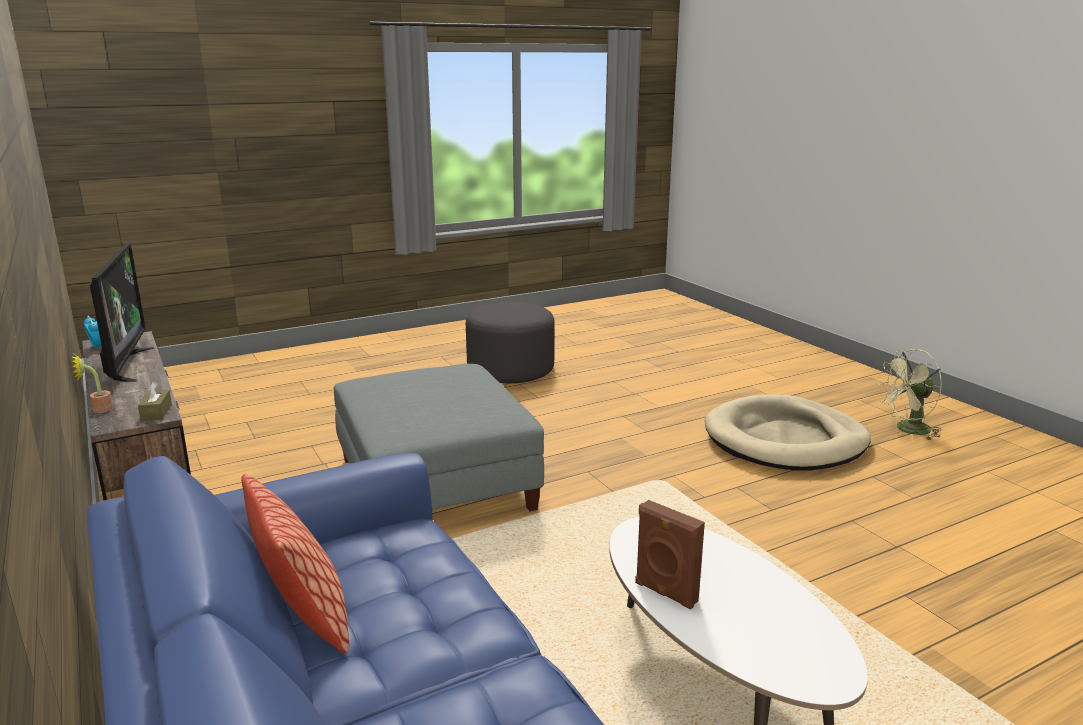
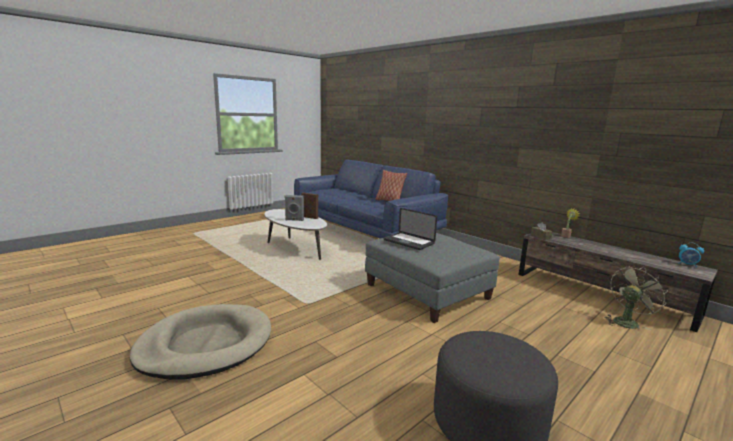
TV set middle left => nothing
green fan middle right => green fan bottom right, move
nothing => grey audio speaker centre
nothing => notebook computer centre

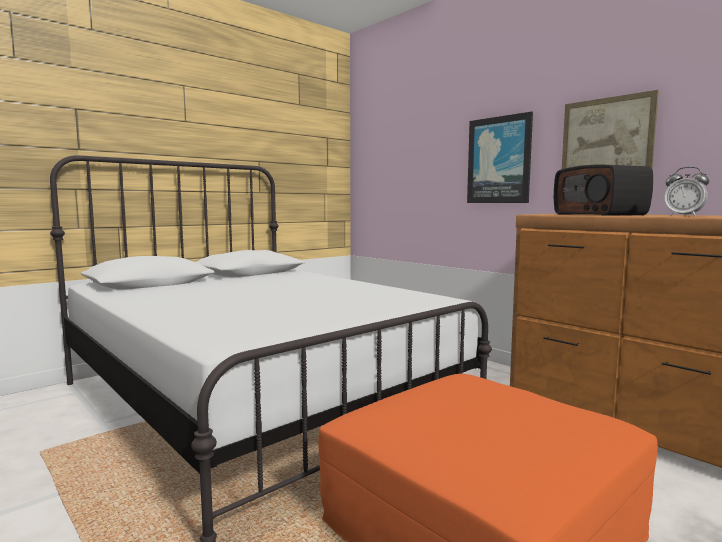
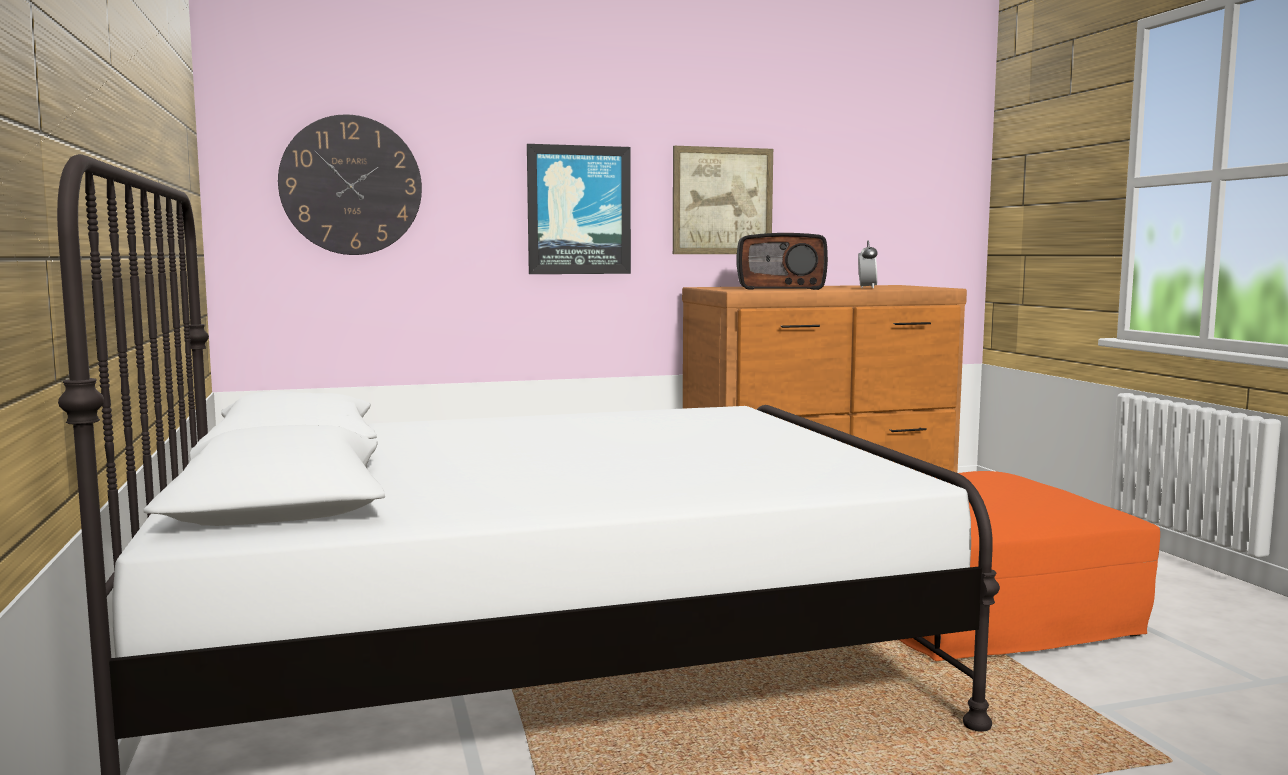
alarm clock middle right, 60 degrees counterclockwise
nothing => clock on the wall top left

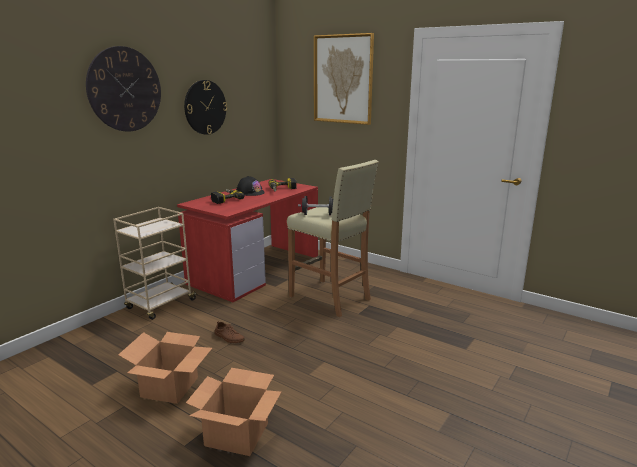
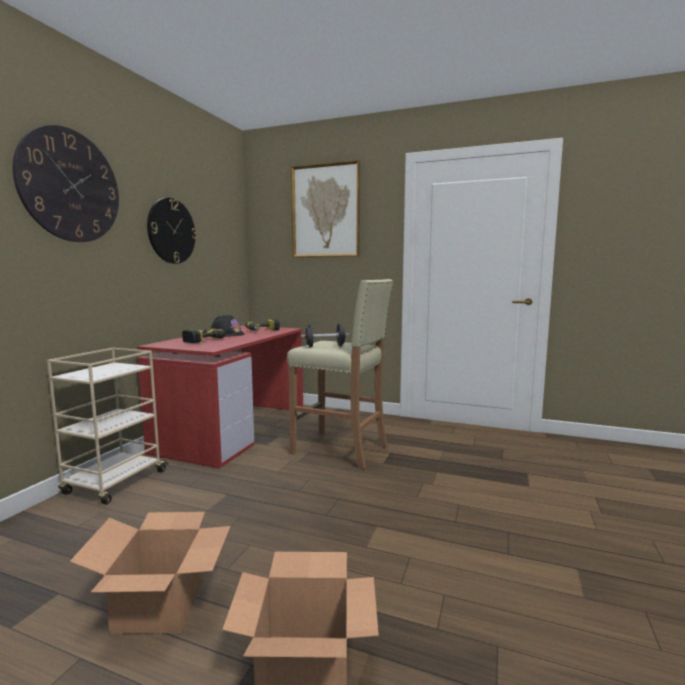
brown-coloured low shoe bottom centre => nothing

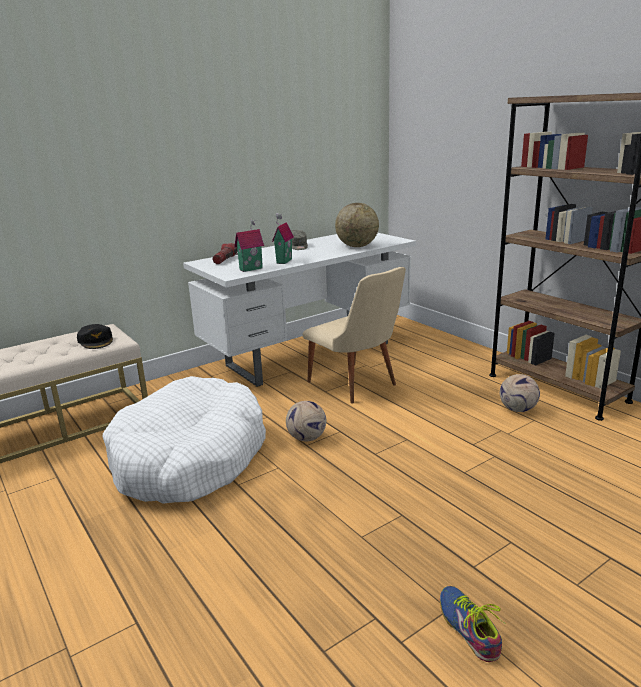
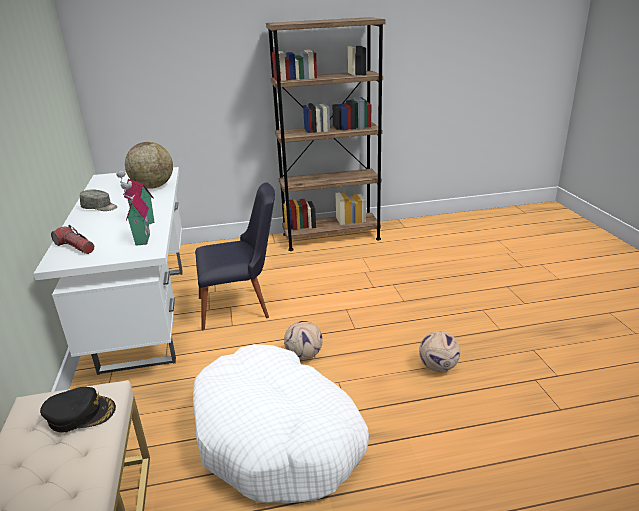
sand-coloured plain chair centre => black-coloured plain chair centre
low shoe bottom right => nothing
ball for football (2nd from left) middle right => ball for football (2nd from left) bottom right, move

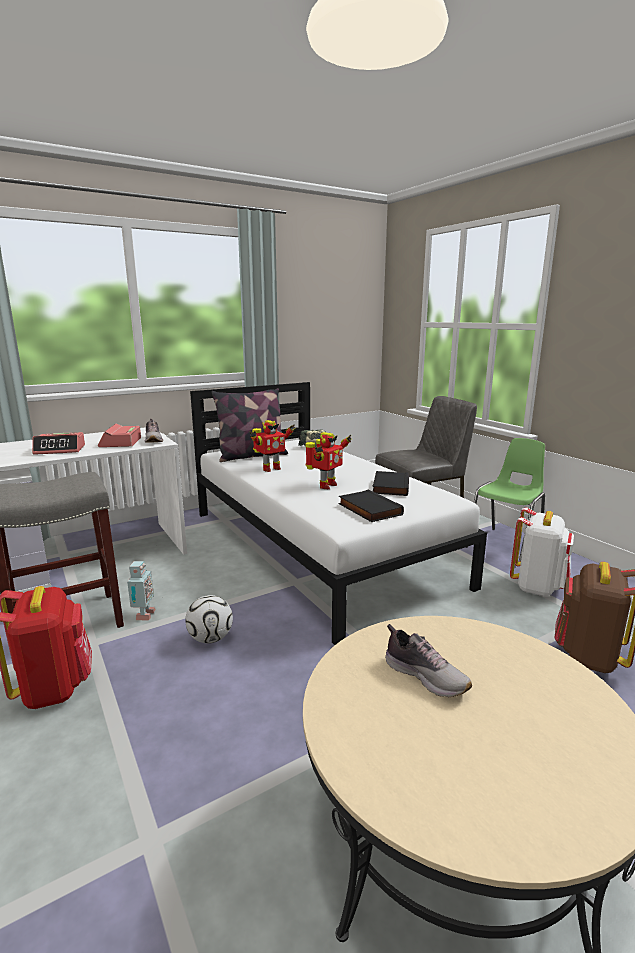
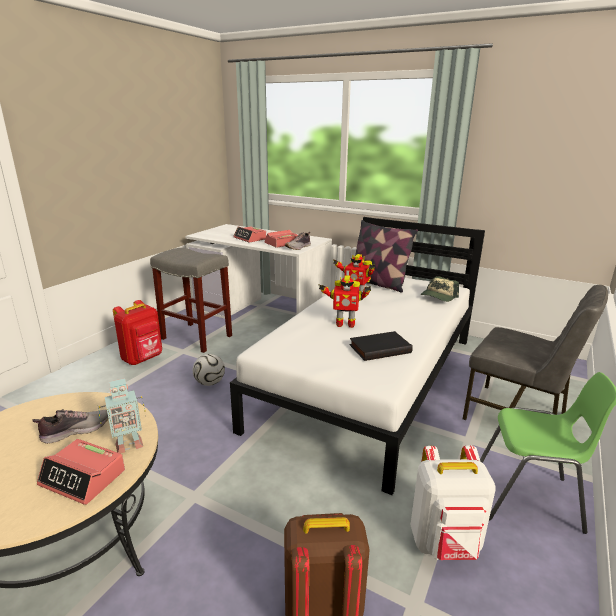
robot figure (1st from left) middle left => robot figure (1st from left) bottom left, move
black-coloured book (1st from left) centre => nothing
low shoe (2nd from left in the first image) bottom right => low shoe (1st from left) bottom left, 135 degrees counterclockwise
nothing => alarm clock (1st from left) bottom left

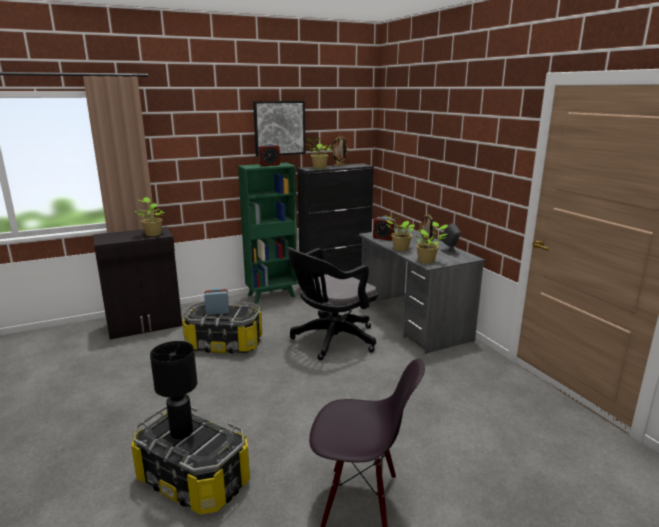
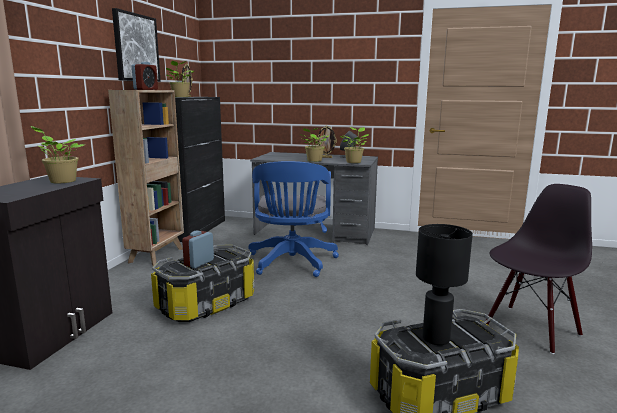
green bookshelf centre => brown-coloured bookshelf middle left
black-coloured office chair centre => blue-coloured office chair centre
alarm clock (3rd from left) centre => nothing

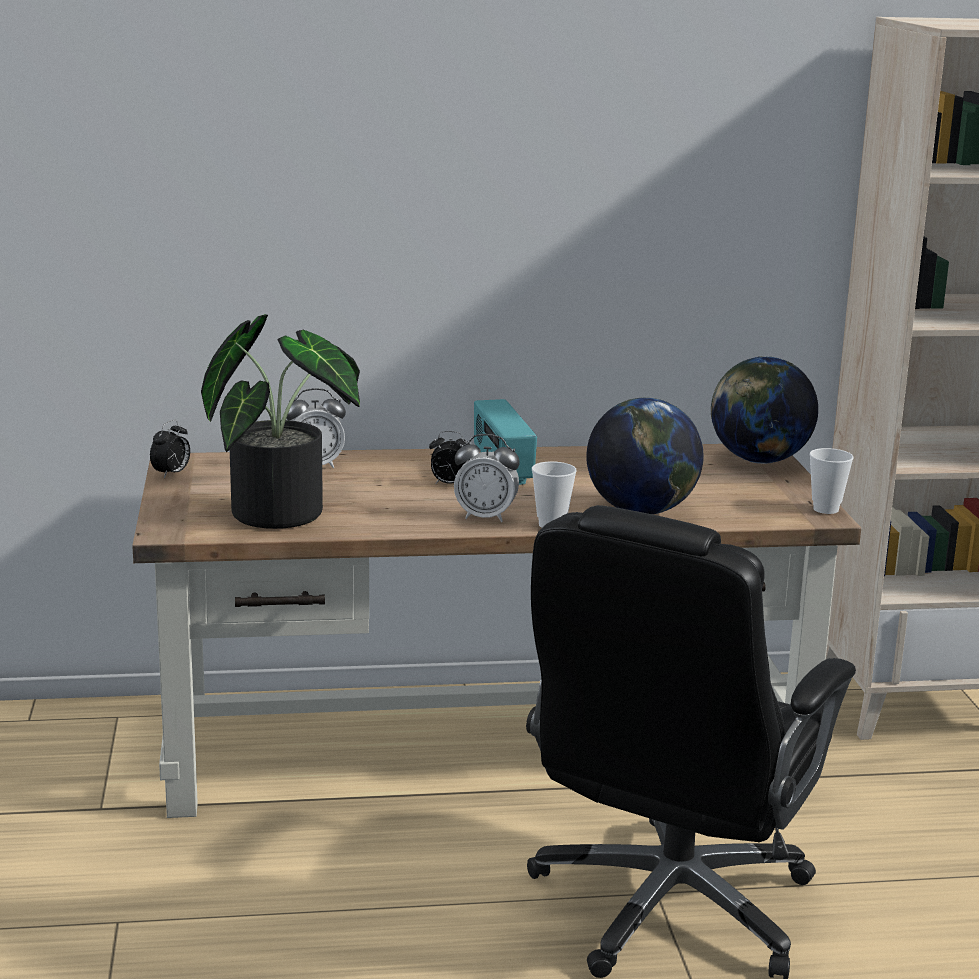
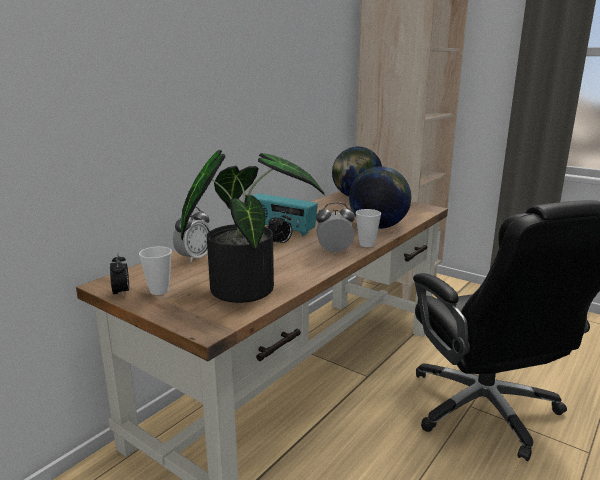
alarm clock (4th from left) centre, 150 degrees counterclockwise
small cup (2nd from left in the first image) middle right => small cup (1st from left) middle left, move

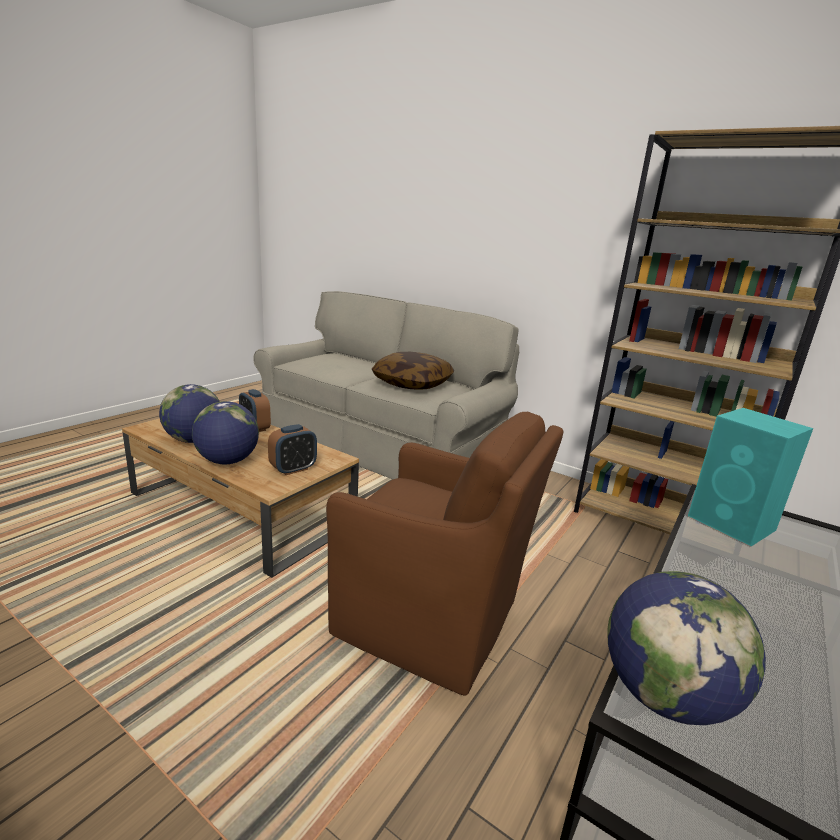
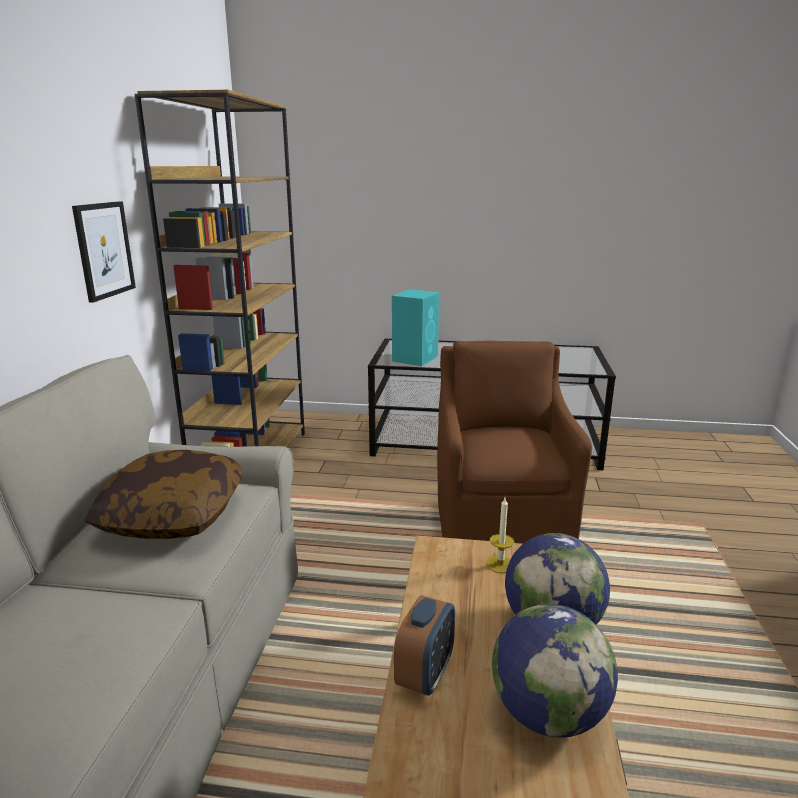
alarm clock (2nd from left) centre => wax light bottom centre
world globe (3rd from left) bottom right => nothing
nothing => wall picture top left

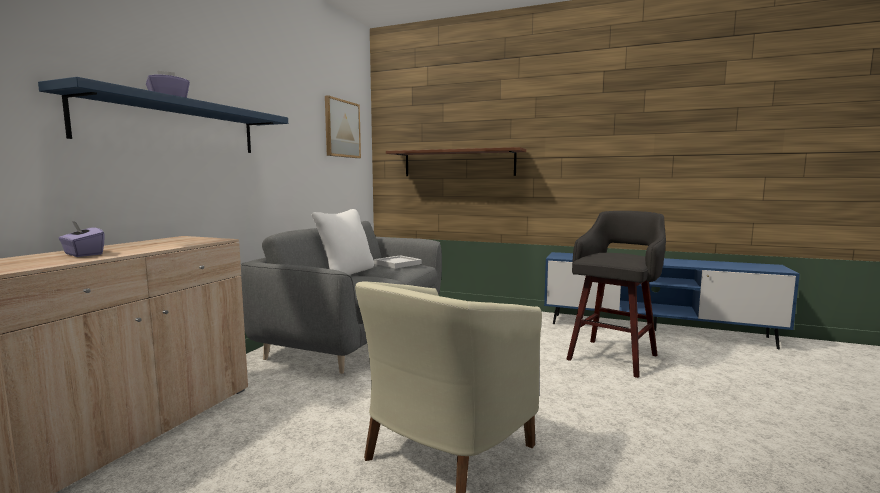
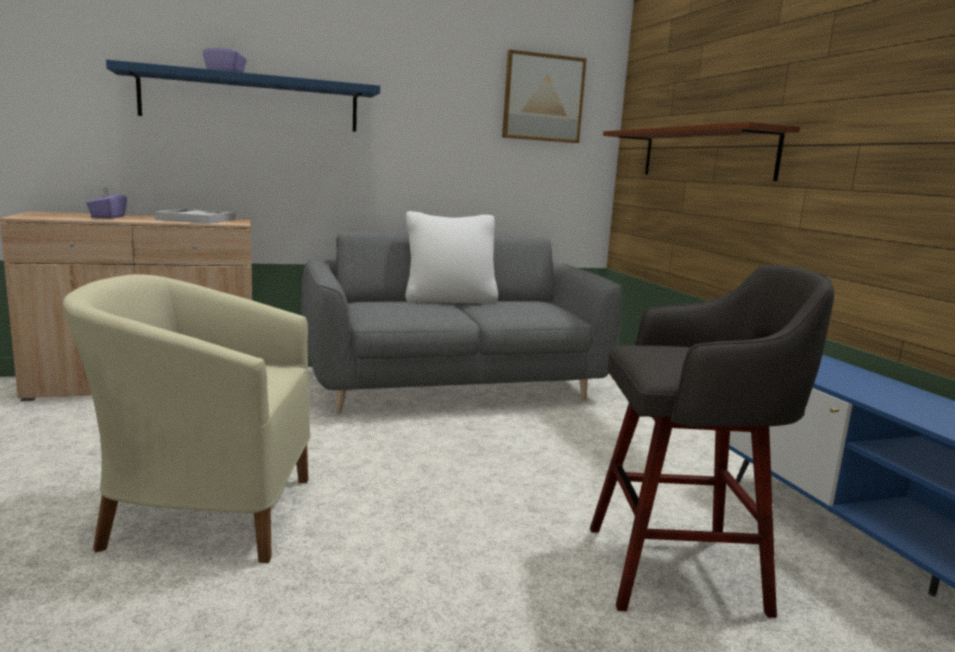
white-coloured tray centre => white-coloured tray top left, move

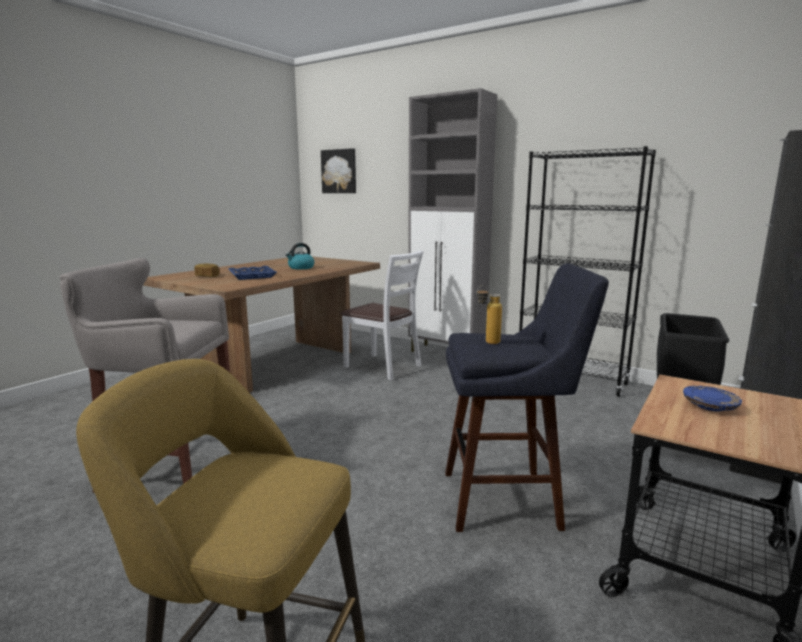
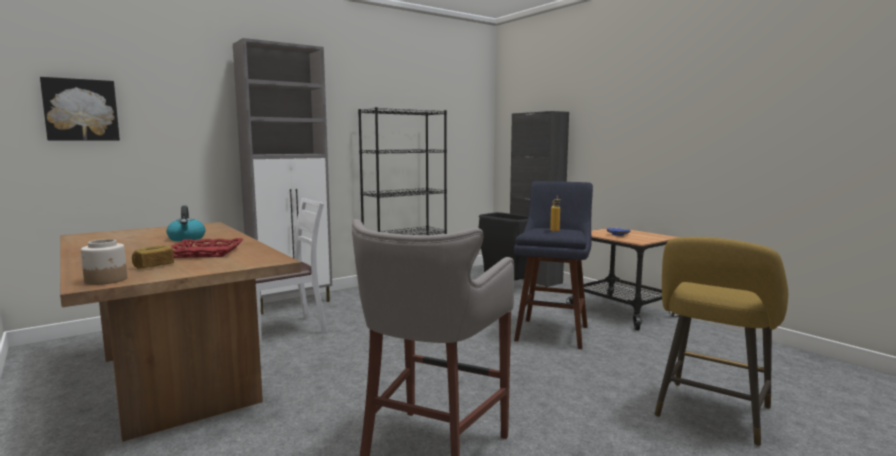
blue-coloured tray middle left => reddish tray middle left
nothing => preserve jar middle left

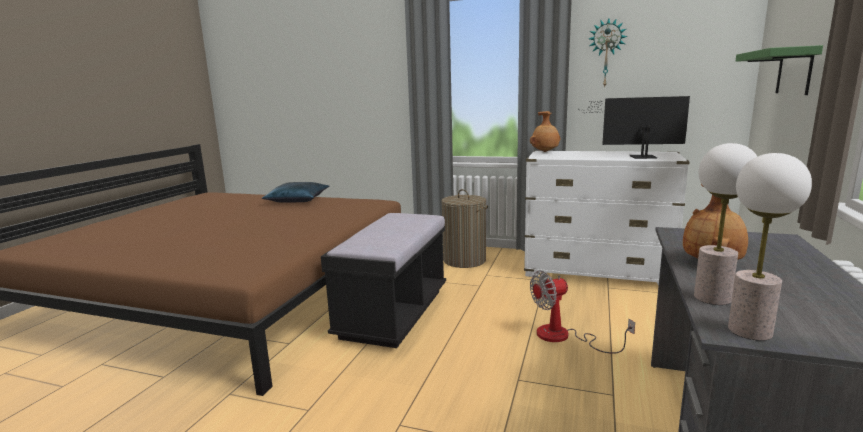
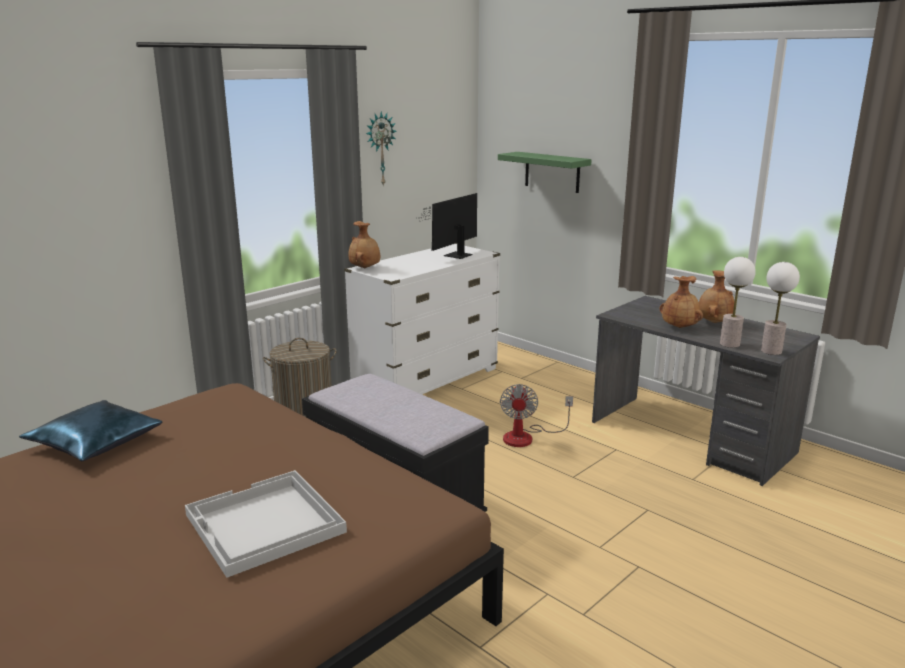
nothing => white-coloured tray bottom left
nothing => brown-coloured decorative vase (3rd from left) middle right

